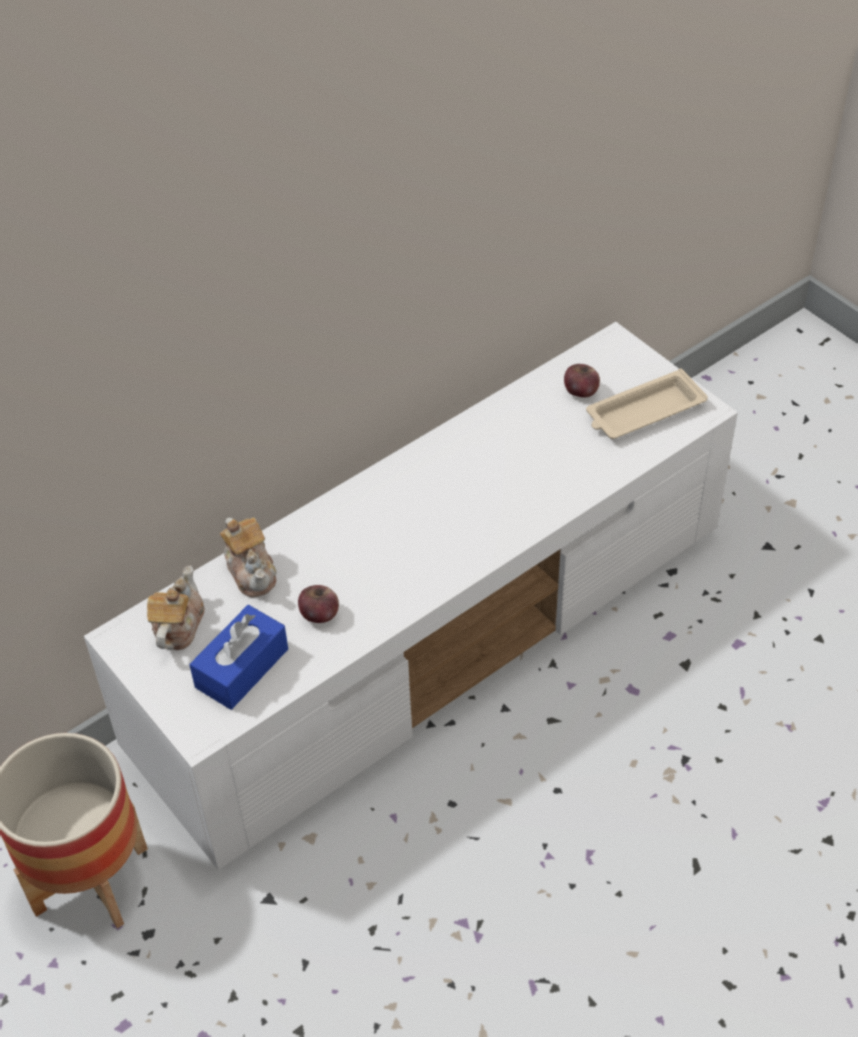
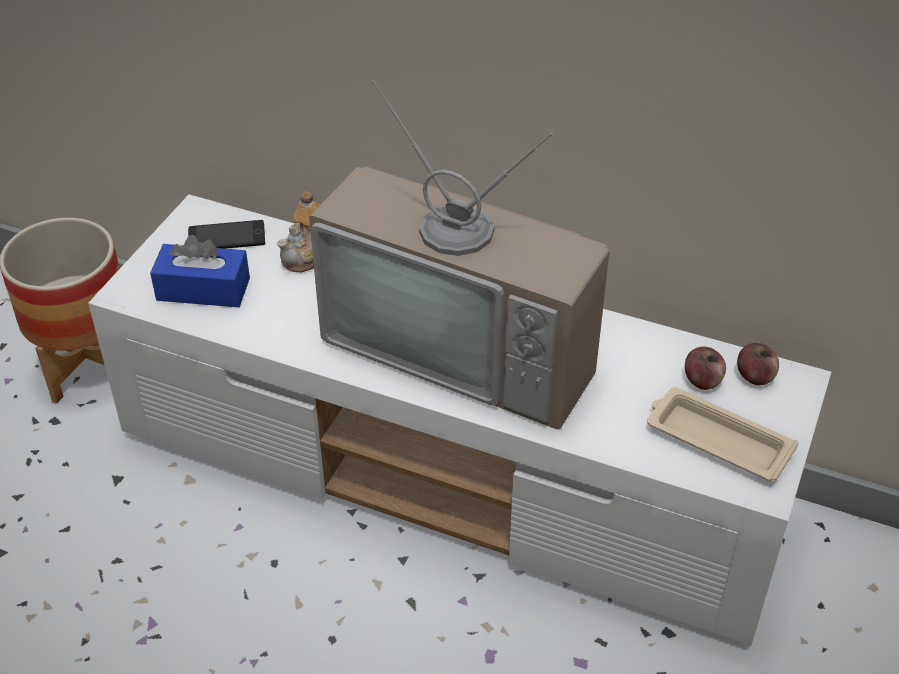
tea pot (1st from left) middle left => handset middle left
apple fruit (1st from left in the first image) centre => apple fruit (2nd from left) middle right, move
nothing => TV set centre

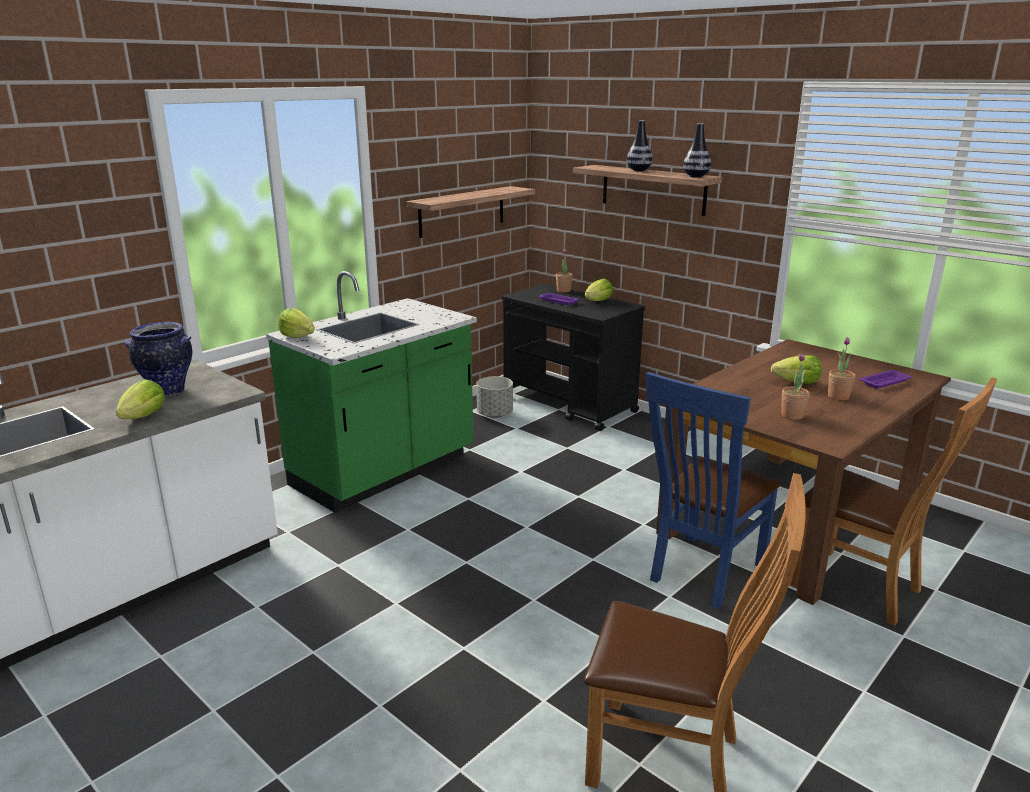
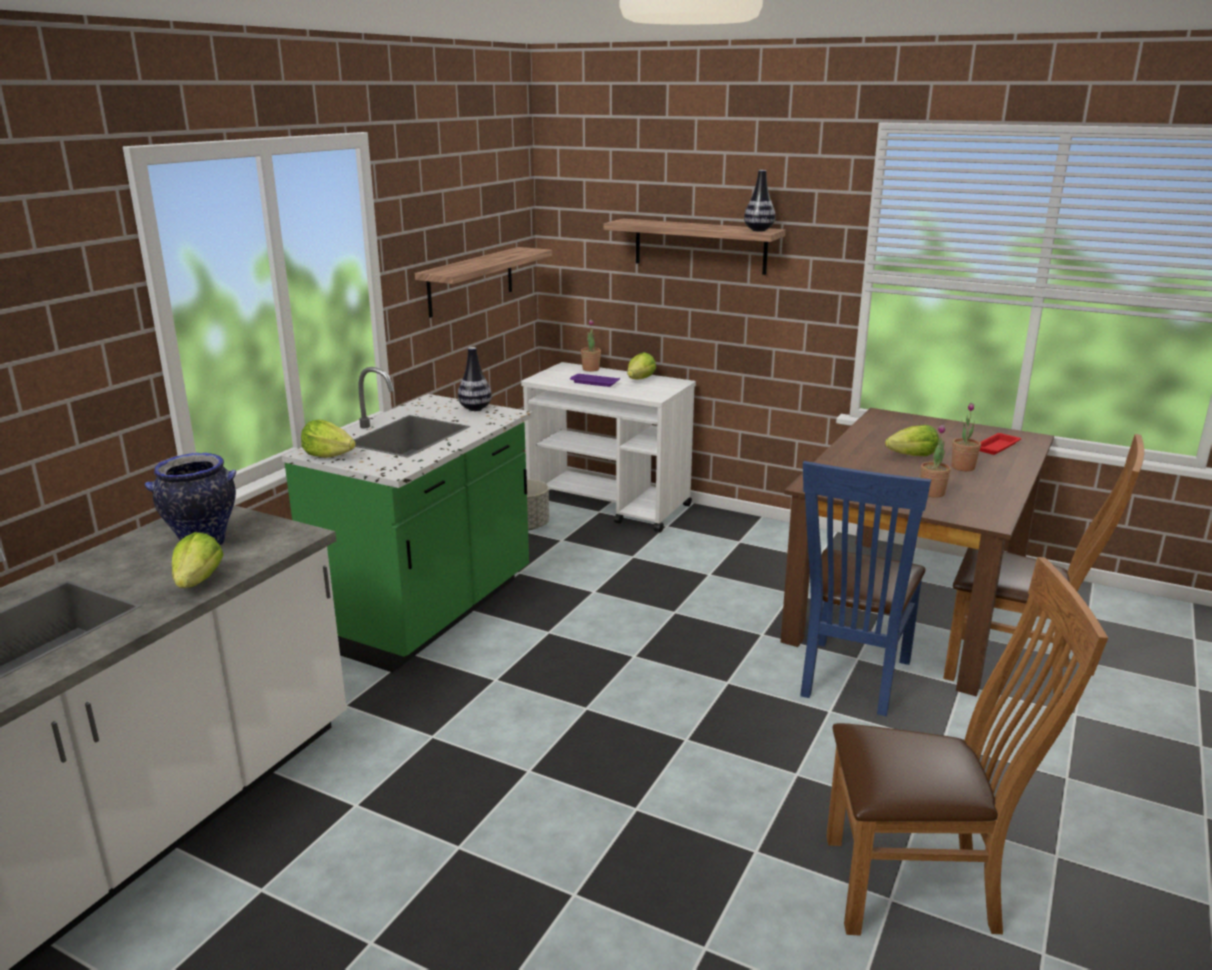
black-coloured wheeled cart centre => white-coloured wheeled cart centre
decorative vase (2nd from left) top centre => decorative vase (2nd from left) centre, move
purplish tray (2nd from left) middle right => reddish tray middle right

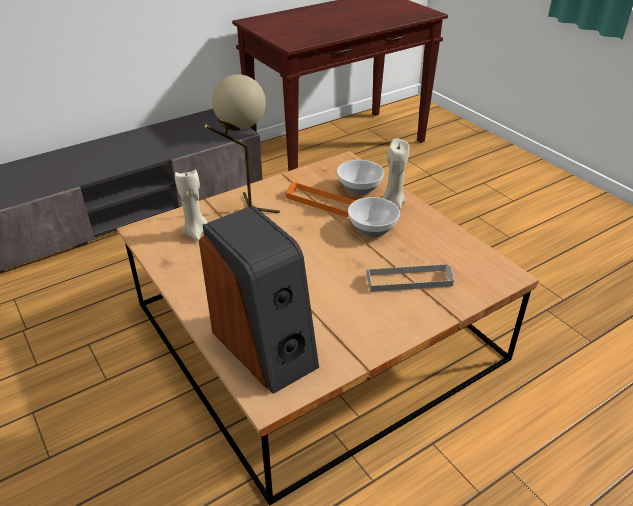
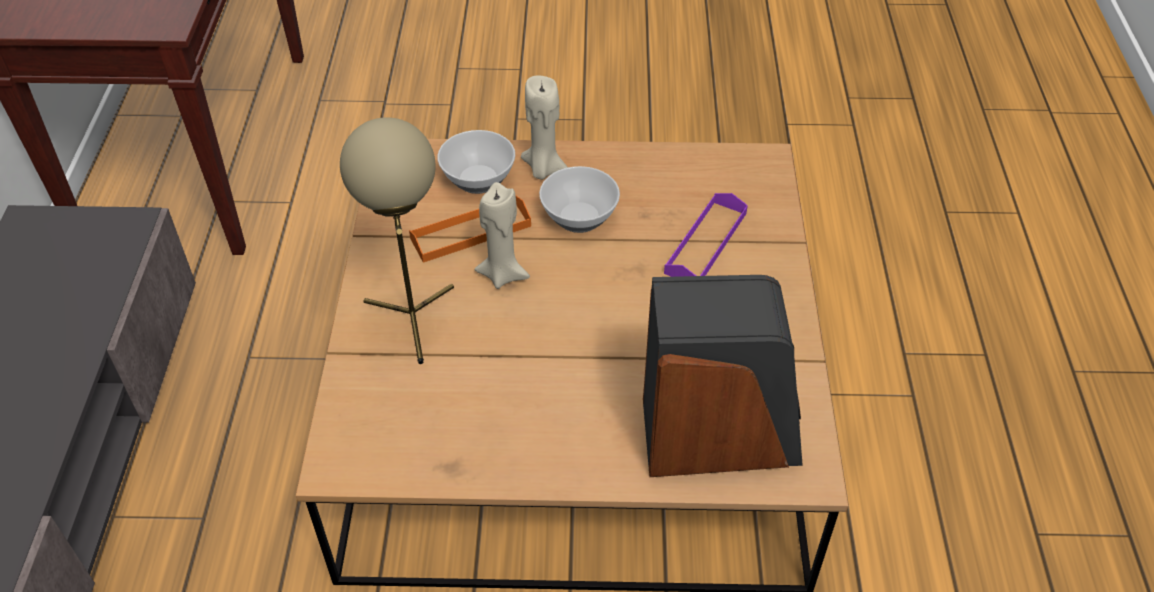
sand-coloured wax light (1st from left) middle left => sand-coloured wax light (1st from left) centre, move
grey tray centre => purplish tray centre

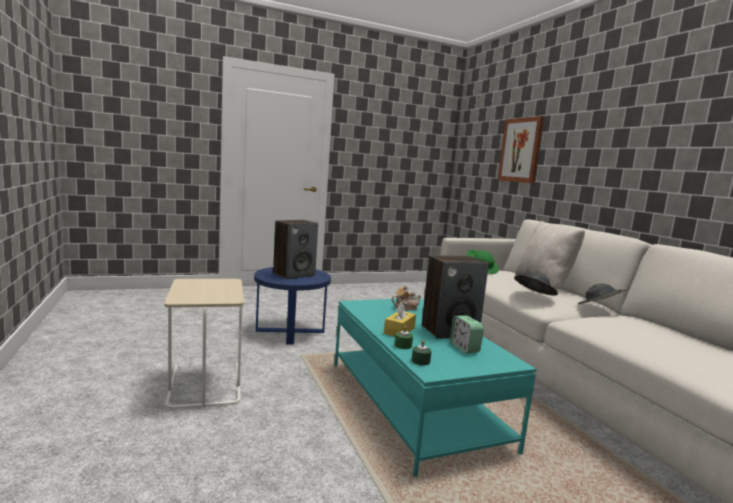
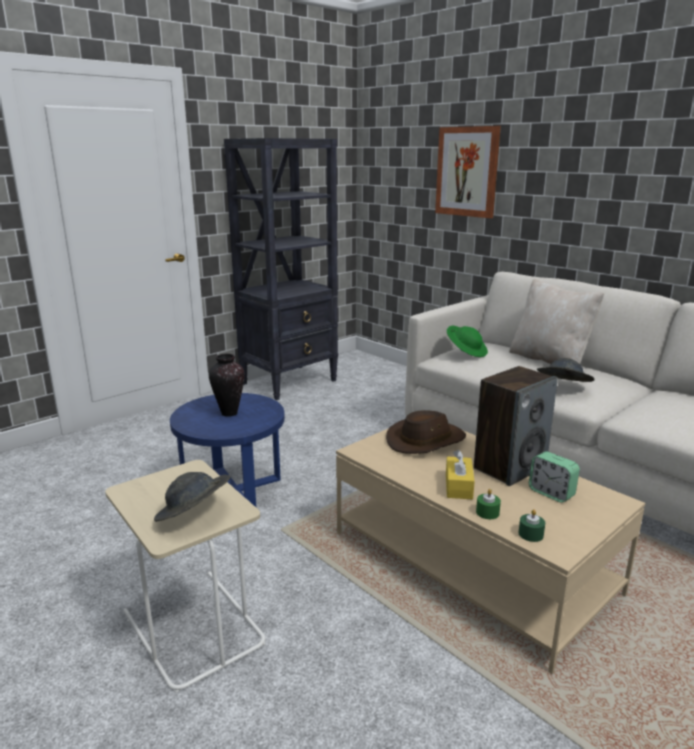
audio speaker (1st from left) centre => decorative vase middle left
turquoise low table bottom centre => sand-coloured low table bottom right
tea pot centre => brown-coloured hat centre
grey hat (2nd from left in the first image) middle right => grey hat (1st from left) middle left, move
nothing => black-coloured bookshelf centre

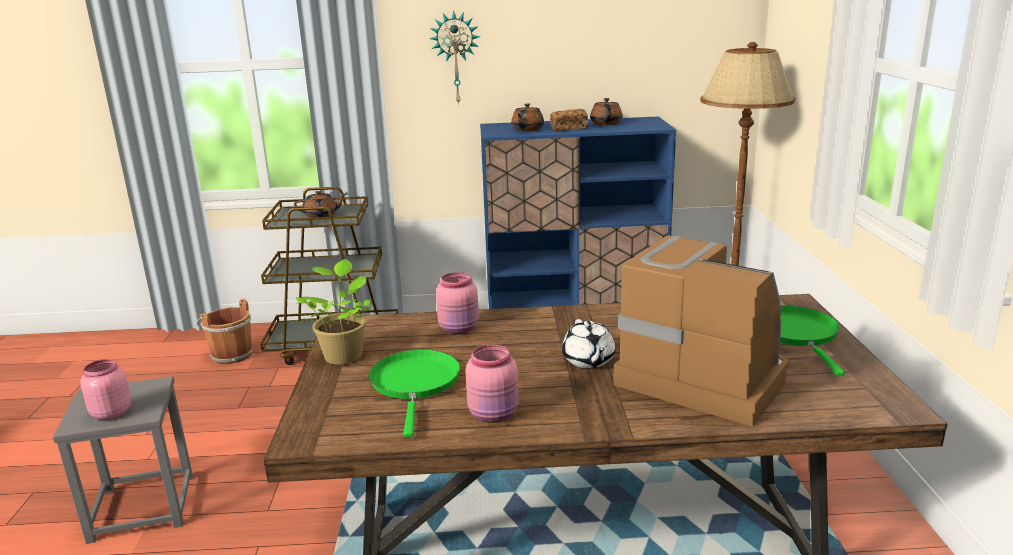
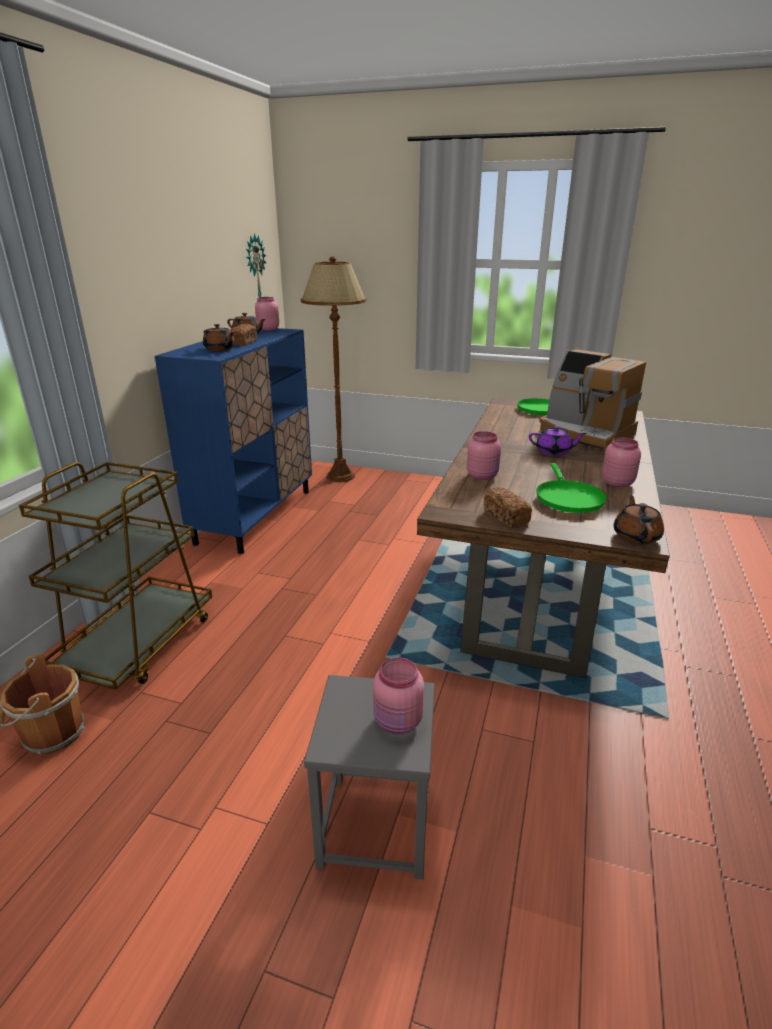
brown-coloured tea pot (1st from left in the first image) middle left => brown-coloured tea pot (3rd from left) middle right, move
plant in a pot middle left => baked bread (2nd from left) centre
green skillet (1st from left in the first image) bottom centre => green skillet (2nd from left) middle right, 105 degrees counterclockwise
clock on the wall top centre => clock on the wall top left, move
white-coloured tea pot centre => purplish tea pot middle right
coffee maker middle right, 105 degrees counterclockwise
nothing => pink preserve jar (1st from left) top centre

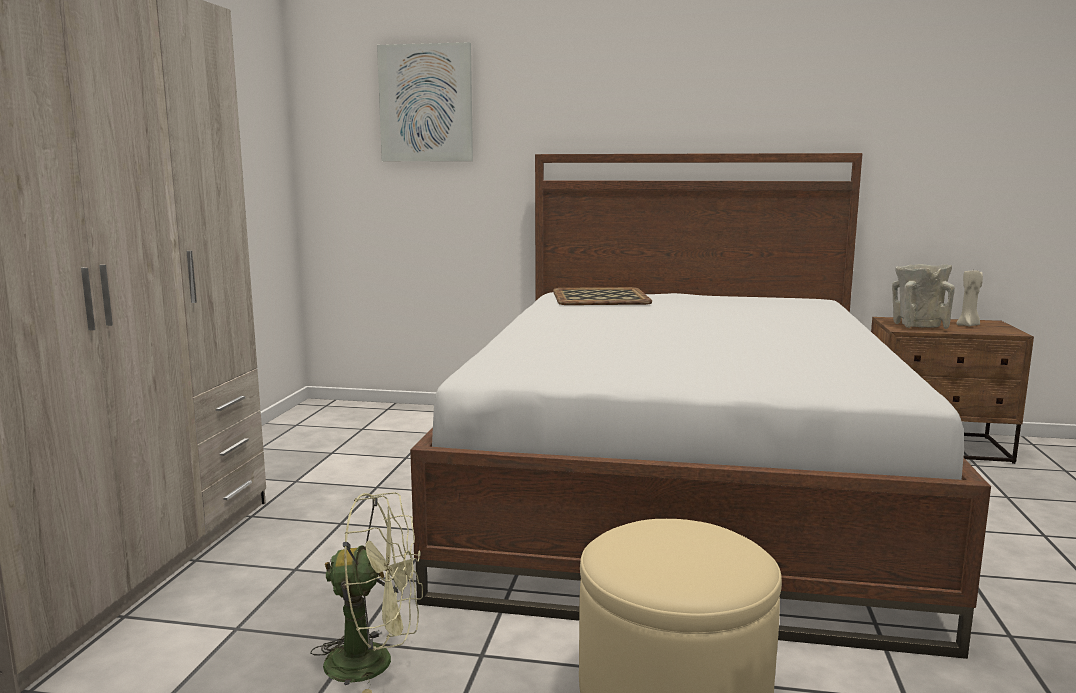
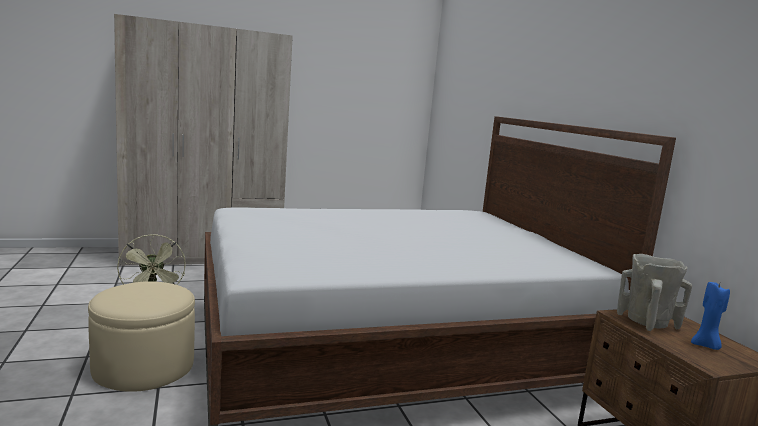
wall picture top centre => nothing
tray centre => nothing
sand-coloured wax light middle right => blue-coloured wax light bottom right

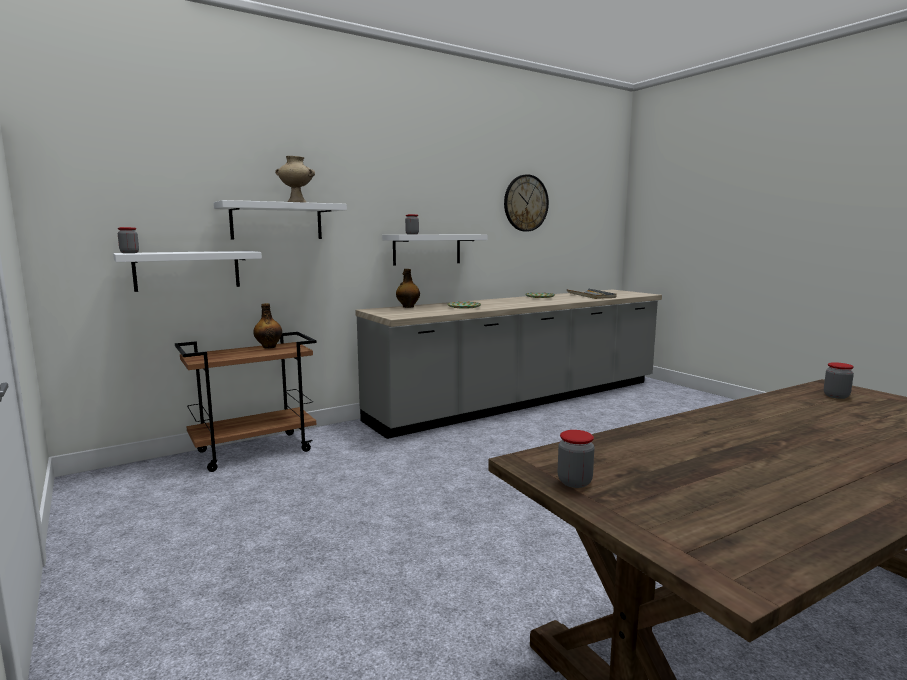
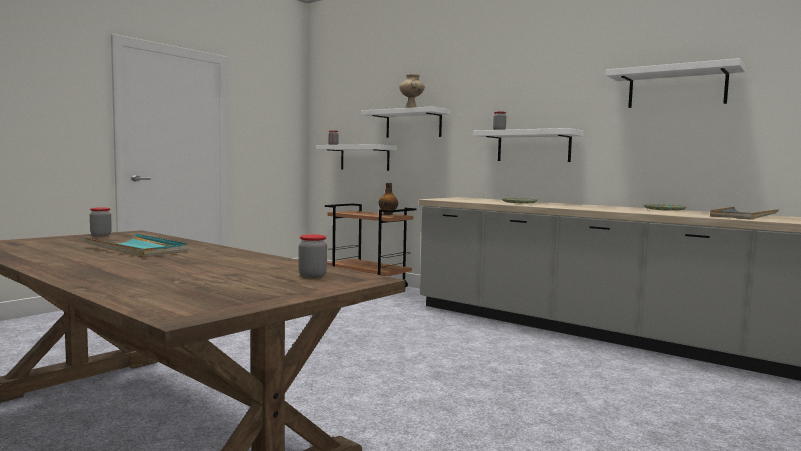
bottle (2nd from left) centre => nothing
clock on the wall top centre => white-coloured wall shelf (4th from left) top right
nothing => turquoise tray middle left

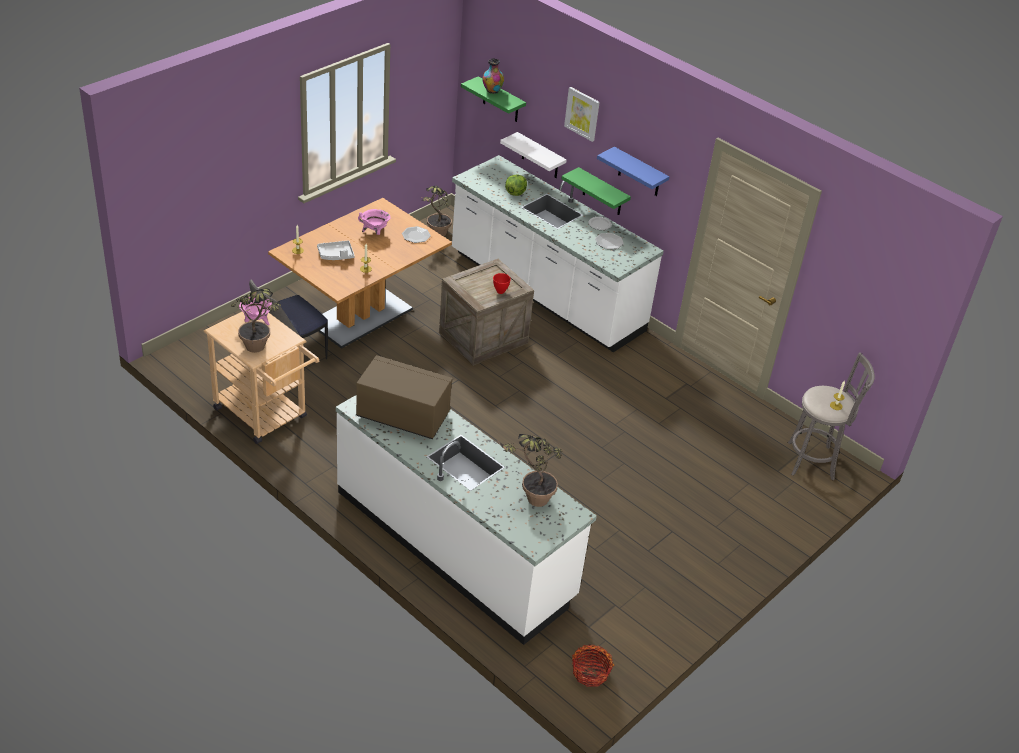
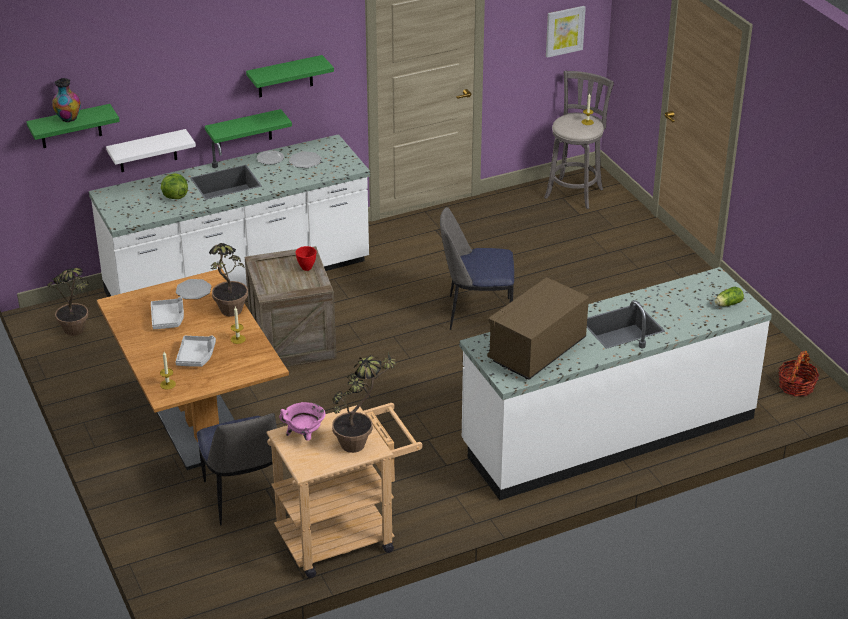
pink stockpot (2nd from left) top centre => grey tray (1st from left) middle left
plant in a pot (3rd from left in the first image) centre => plant in a pot (2nd from left) middle left, move
wall picture top centre => wall picture top right, move
blue-coloured wall shelf top centre => green wall shelf (3rd from left) top centre
nothing => plain chair (2nd from left) centre
nothing => lettuce head (2nd from left) middle right

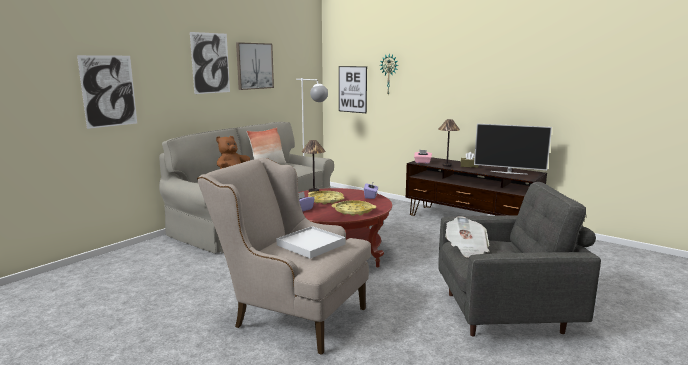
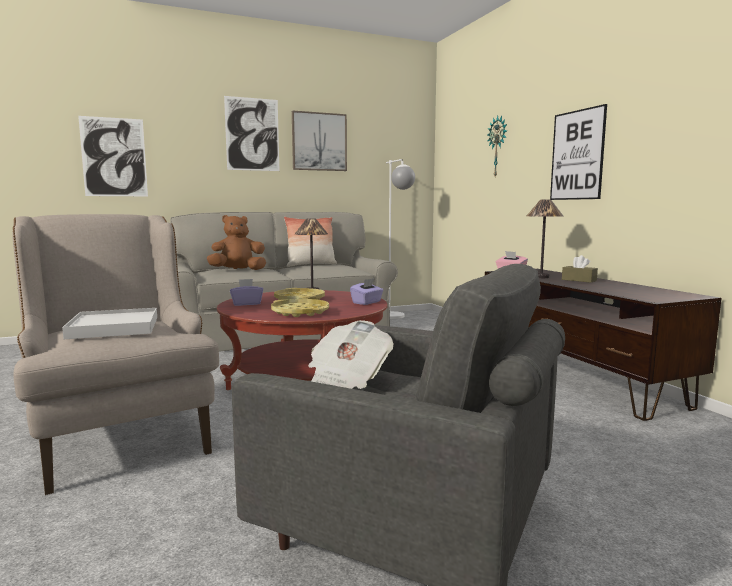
wall picture (4th from left) top centre => wall picture (4th from left) top right, move
TV set middle right => nothing

